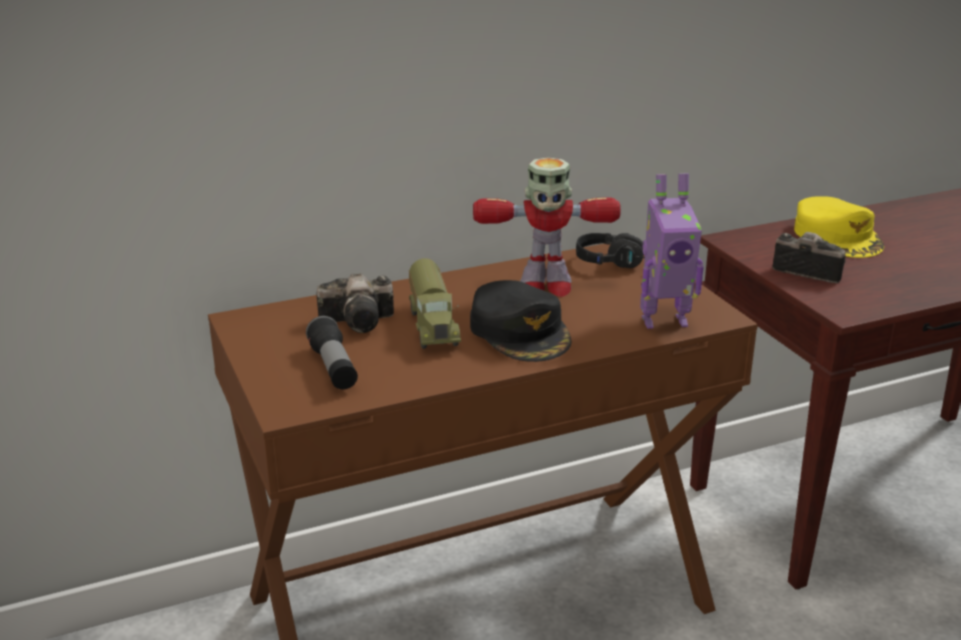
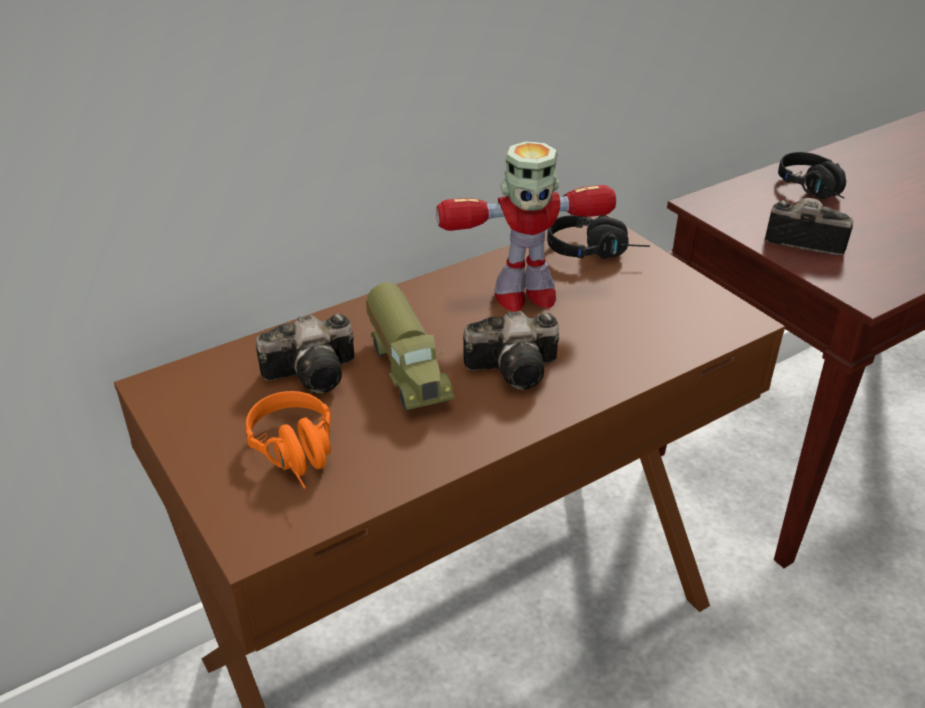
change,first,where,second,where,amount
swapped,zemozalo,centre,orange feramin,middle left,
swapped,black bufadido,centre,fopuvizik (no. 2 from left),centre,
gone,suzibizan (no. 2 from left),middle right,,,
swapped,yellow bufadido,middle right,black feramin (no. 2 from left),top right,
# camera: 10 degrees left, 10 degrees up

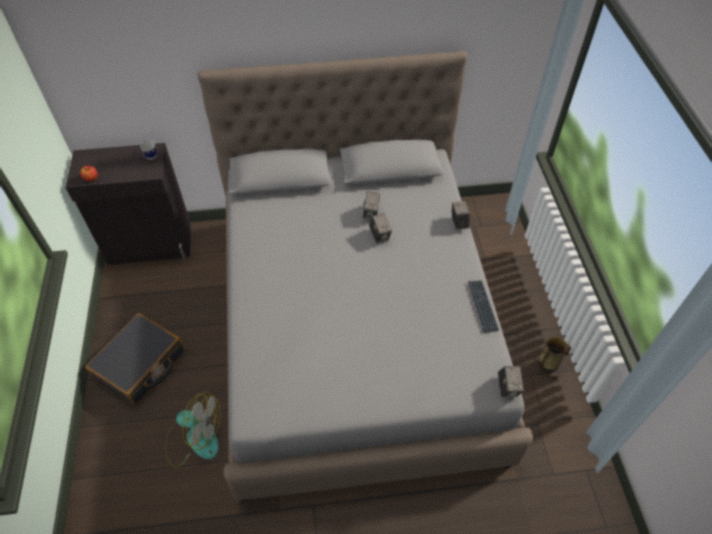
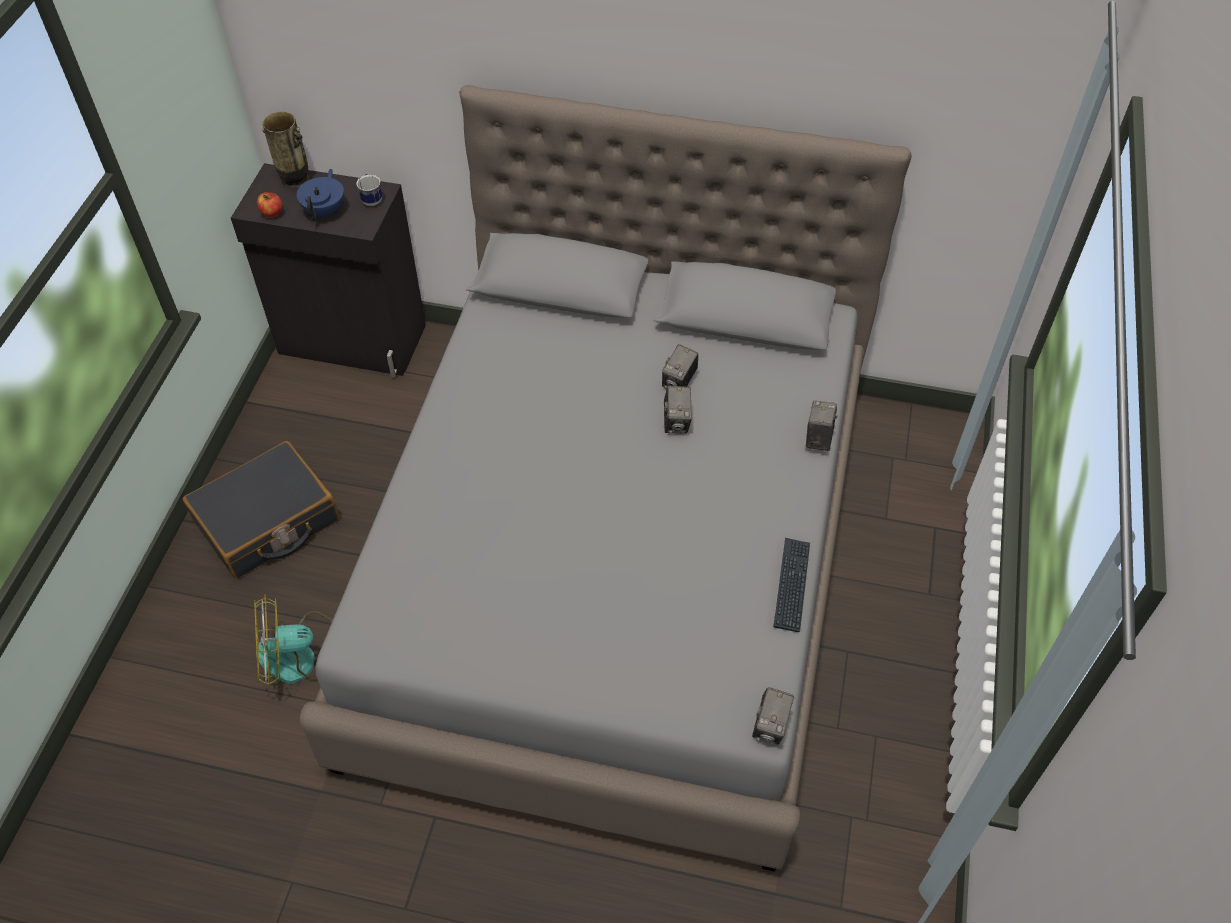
change,first,where,second,where,amount
rotated,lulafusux,bottom left,,bottom left,135 degrees clockwise
shifted,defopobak,middle right,,top left,
new,,,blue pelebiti,top left,
# camera: 20 degrees right, 0 degrees up

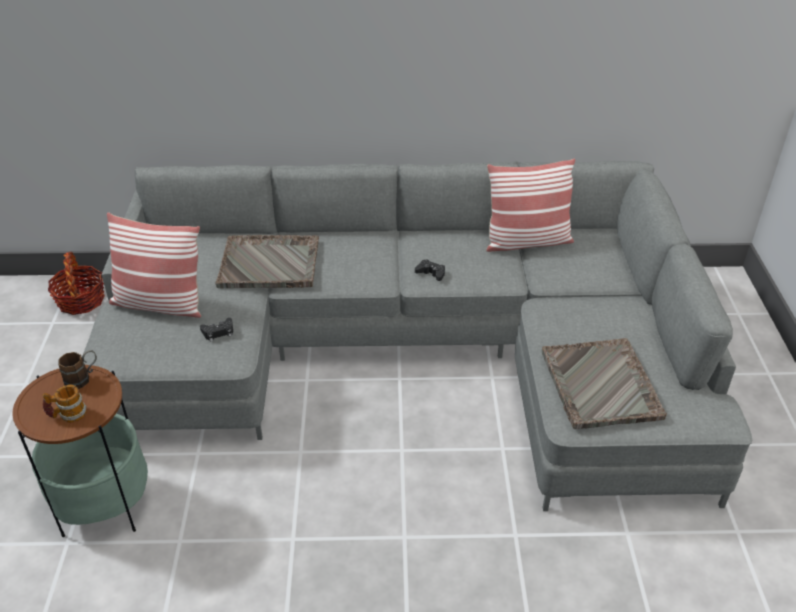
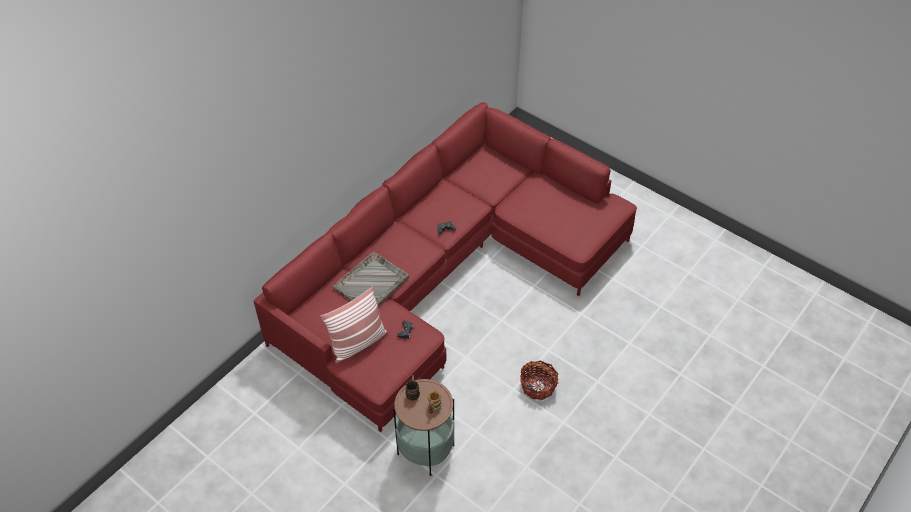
change,first,where,second,where,amount
shifted,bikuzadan,middle left,,bottom centre,
repainted,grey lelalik,centre,red lelalik,centre,
gone,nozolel (no. 2 from left),centre,,,
gone,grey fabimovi (no. 2 from left),middle right,,,
# camera: 50 degrees left, 10 degrees up

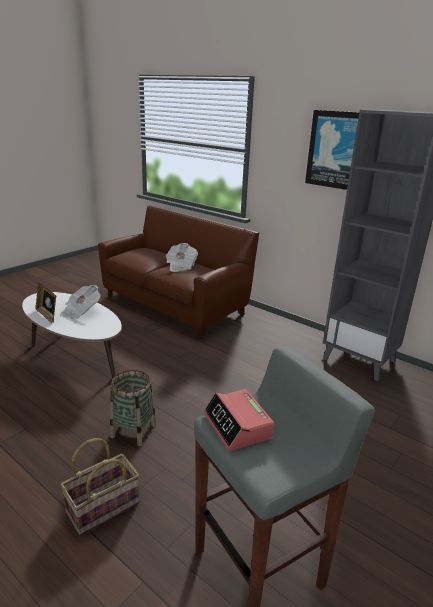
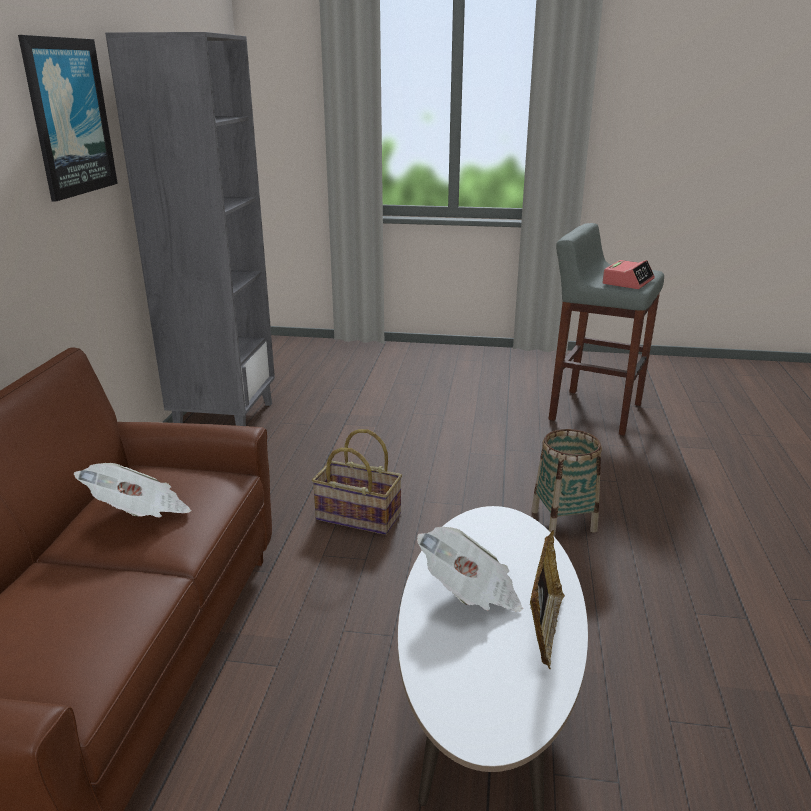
change,first,where,second,where,amount
shifted,bikuzadan (no. 1 from left),bottom left,,centre,
# camera: 120 degrees left, 0 degrees up

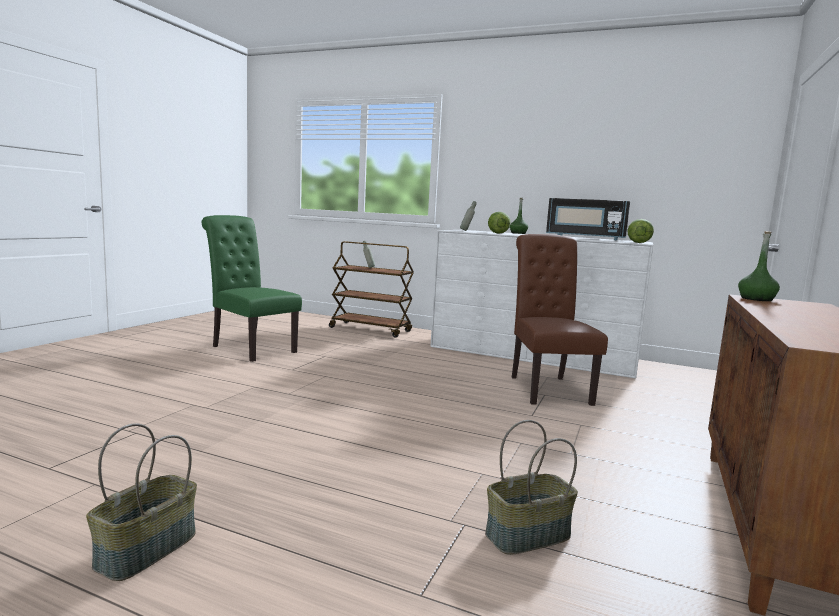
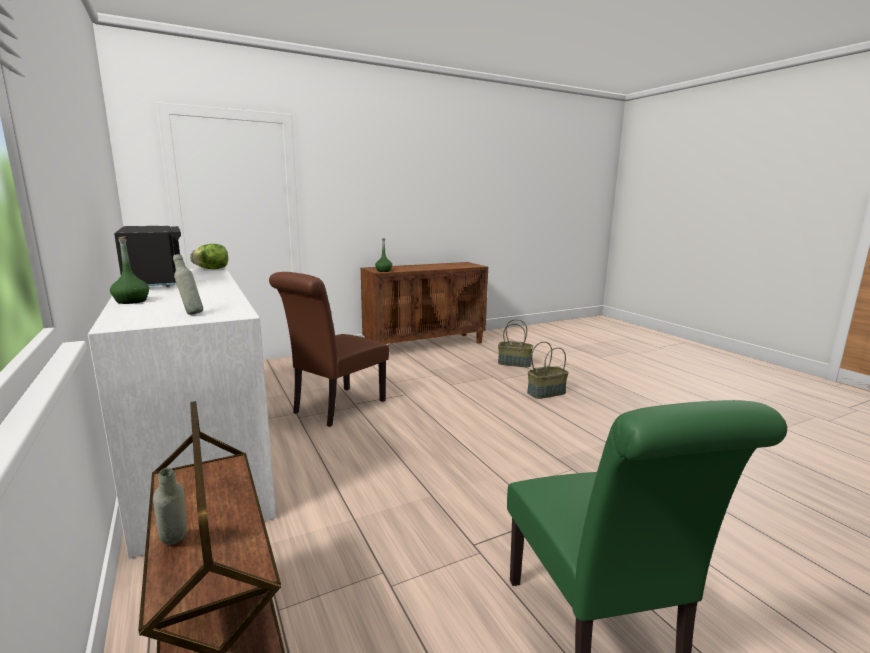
change,first,where,second,where,amount
shifted,bikuzadan (no. 1 from left in the first image),bottom left,bikuzadan (no. 2 from left),centre,
gone,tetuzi (no. 1 from left),centre,,,
# camera: 140 degrees left, 5 degrees up

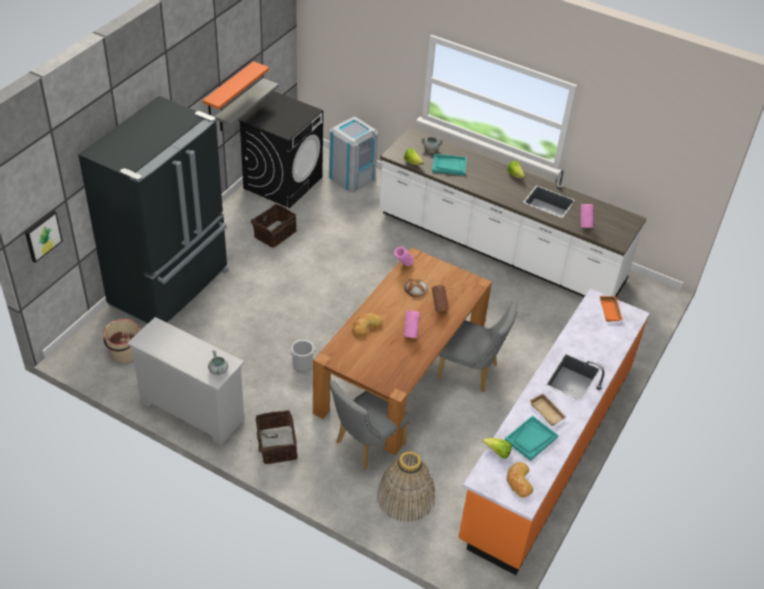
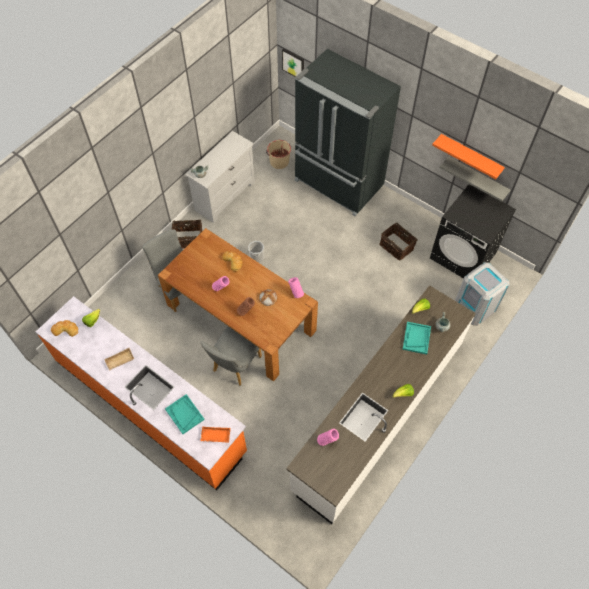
change,first,where,second,where,amount
gone,bikuzadan (no. 3 from left),bottom centre,,,
shifted,turquoise fabimovi (no. 2 from left in the first image),bottom right,turquoise fabimovi (no. 1 from left),bottom left,
# camera: 100 degrees right, 15 degrees up

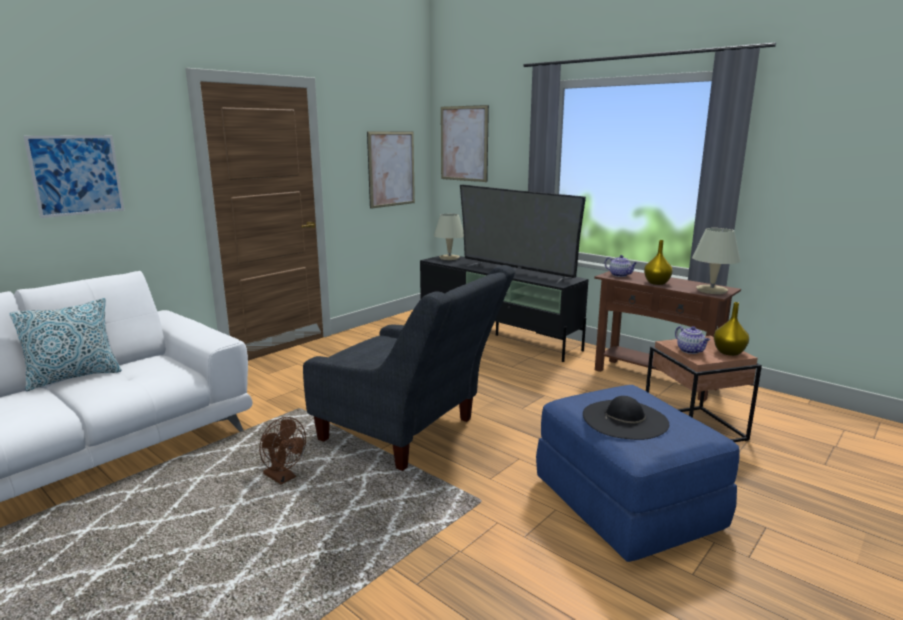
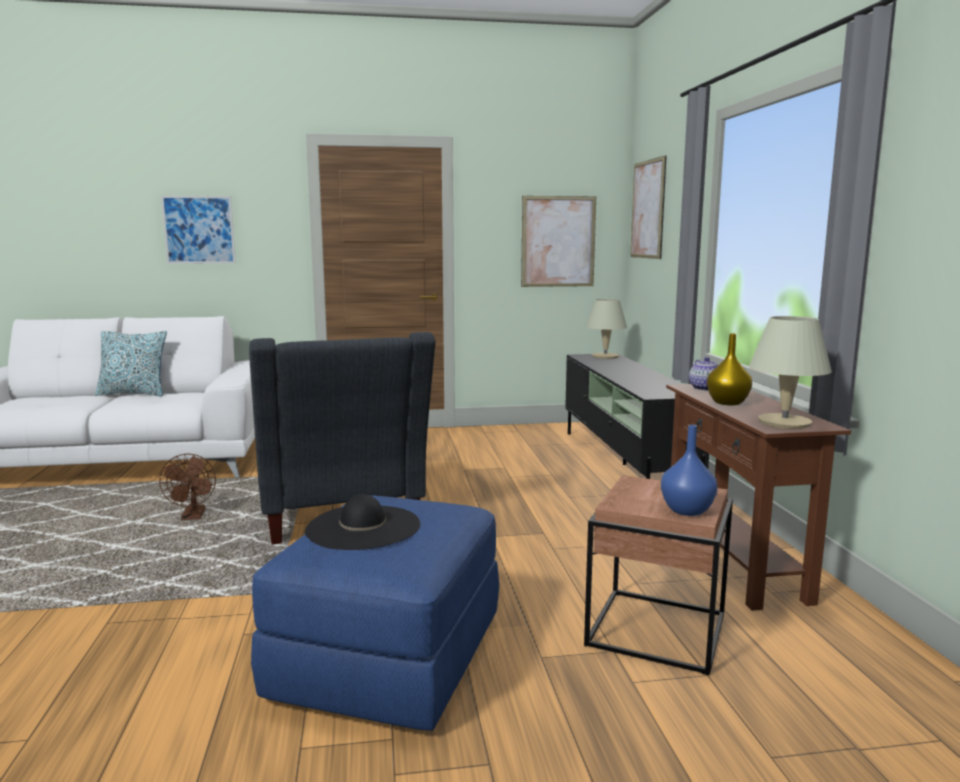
change,first,where,second,where,amount
gone,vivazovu,centre,,,
gone,pelebiti (no. 2 from left),middle right,,,
repainted,yellow defopobak (no. 2 from left),middle right,blue defopobak,middle right,
# camera: 40 degrees right, 5 degrees down

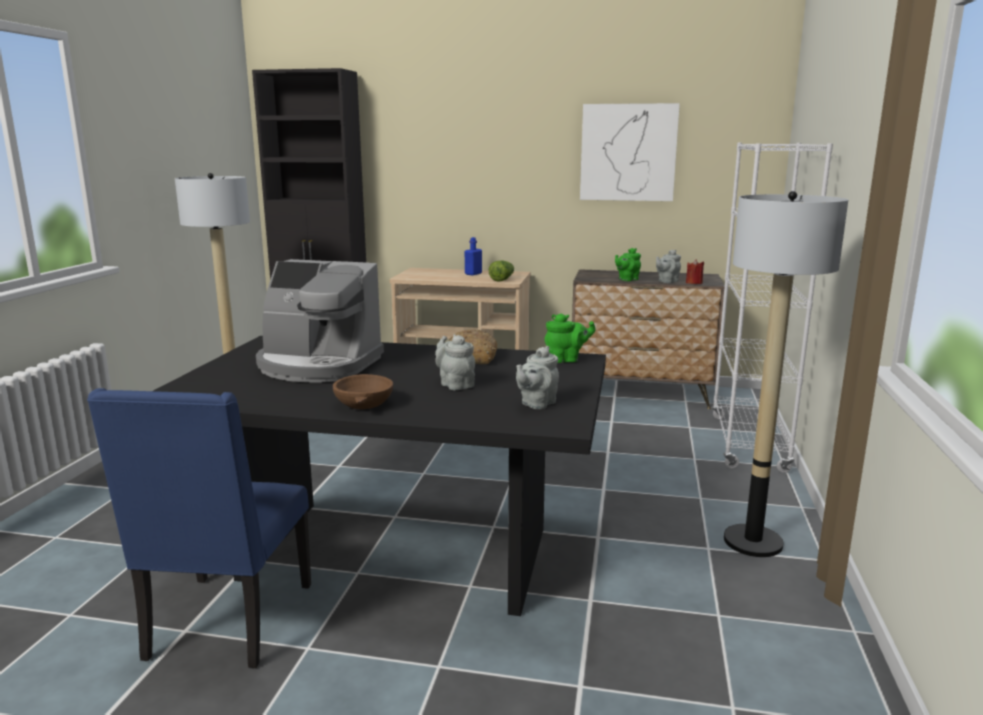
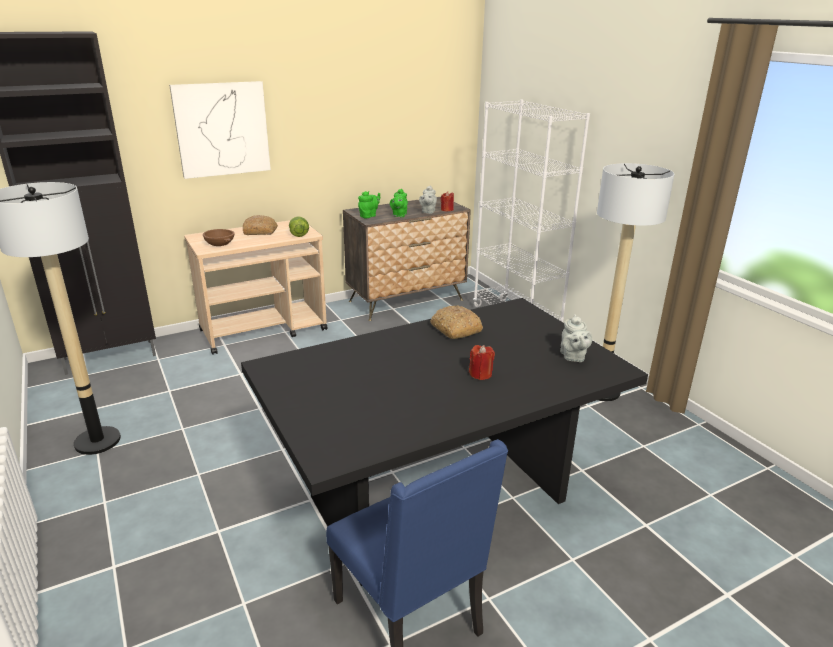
change,first,where,second,where,amount
gone,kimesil,middle left,,,
shifted,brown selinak,centre,,middle left,
gone,grey pelebiti (no. 1 from left),centre,,,
swapped,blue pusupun,centre,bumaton (no. 1 from left),middle left,
shifted,green pelebiti (no. 1 from left),centre,,top centre,
shifted,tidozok,top centre,,top left,
new,,,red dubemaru (no. 2 from left),centre,
# camera: 40 degrees left, 10 degrees up

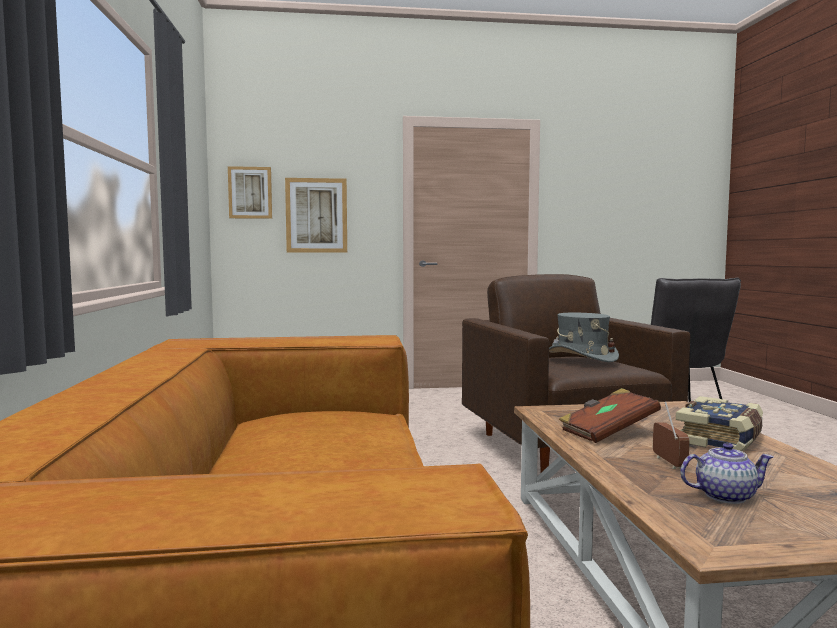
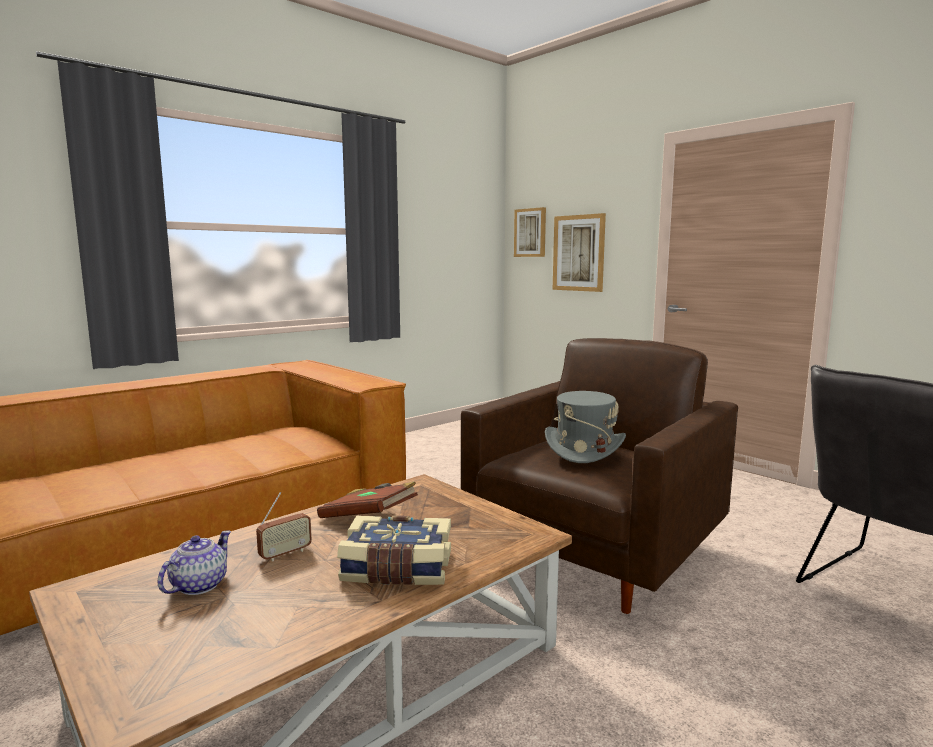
change,first,where,second,where,amount
rotated,pelebiti,bottom right,,bottom left,120 degrees counterclockwise
# camera: 55 degrees right, 5 degrees up

